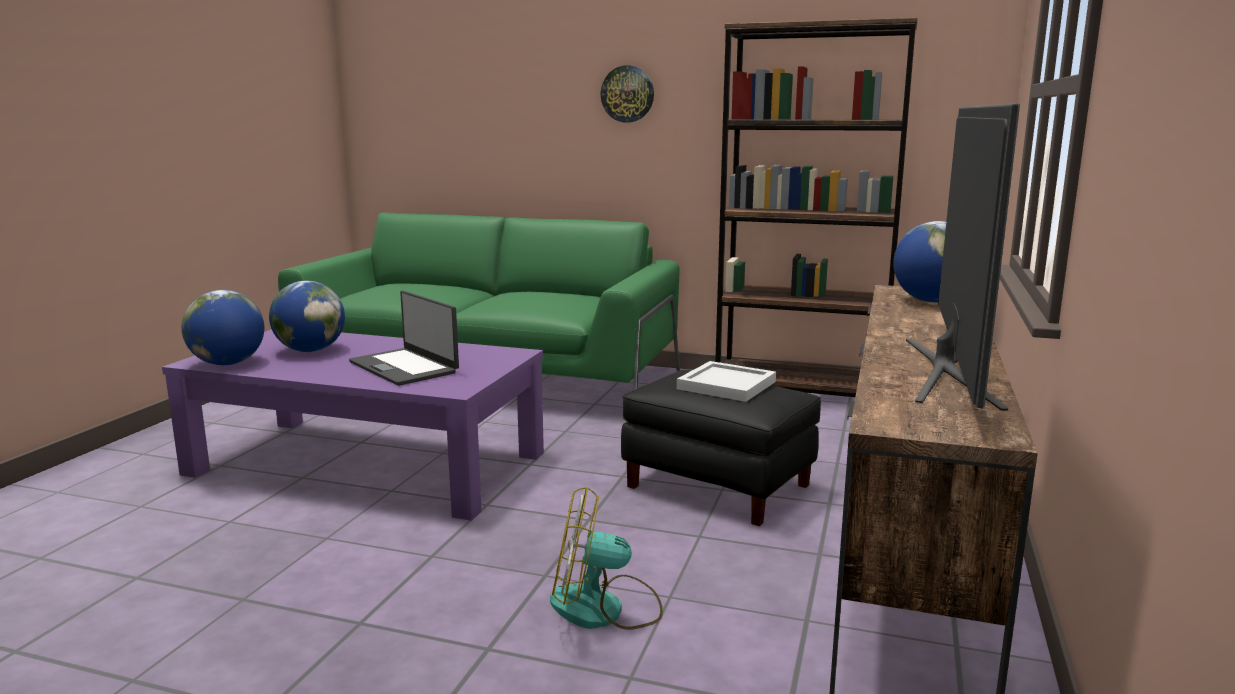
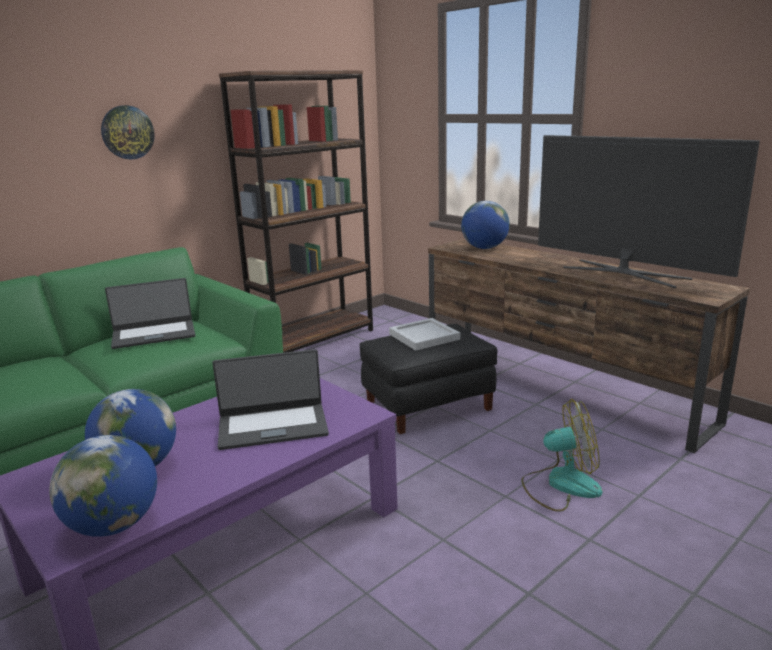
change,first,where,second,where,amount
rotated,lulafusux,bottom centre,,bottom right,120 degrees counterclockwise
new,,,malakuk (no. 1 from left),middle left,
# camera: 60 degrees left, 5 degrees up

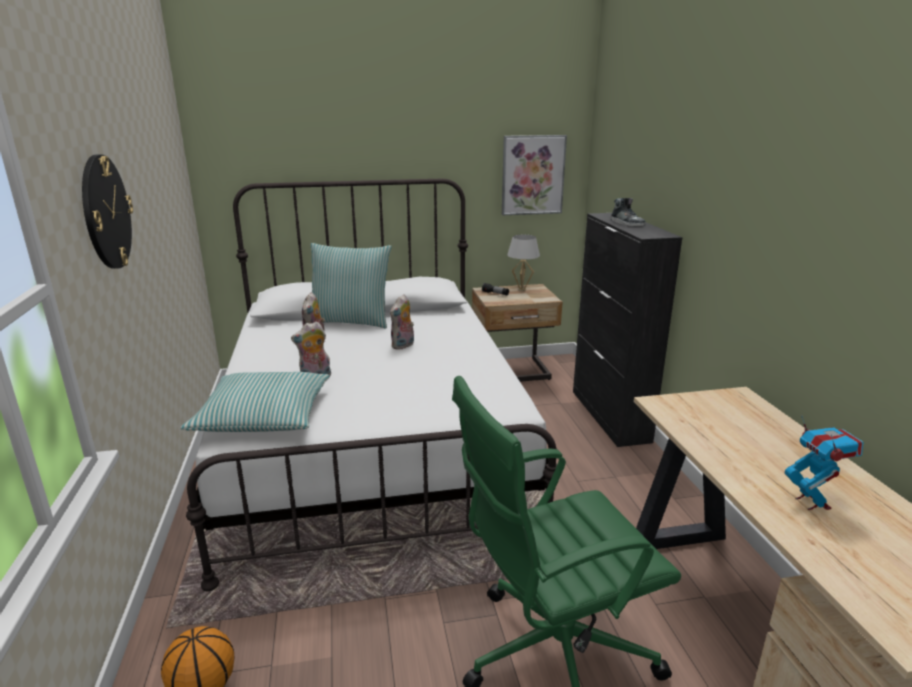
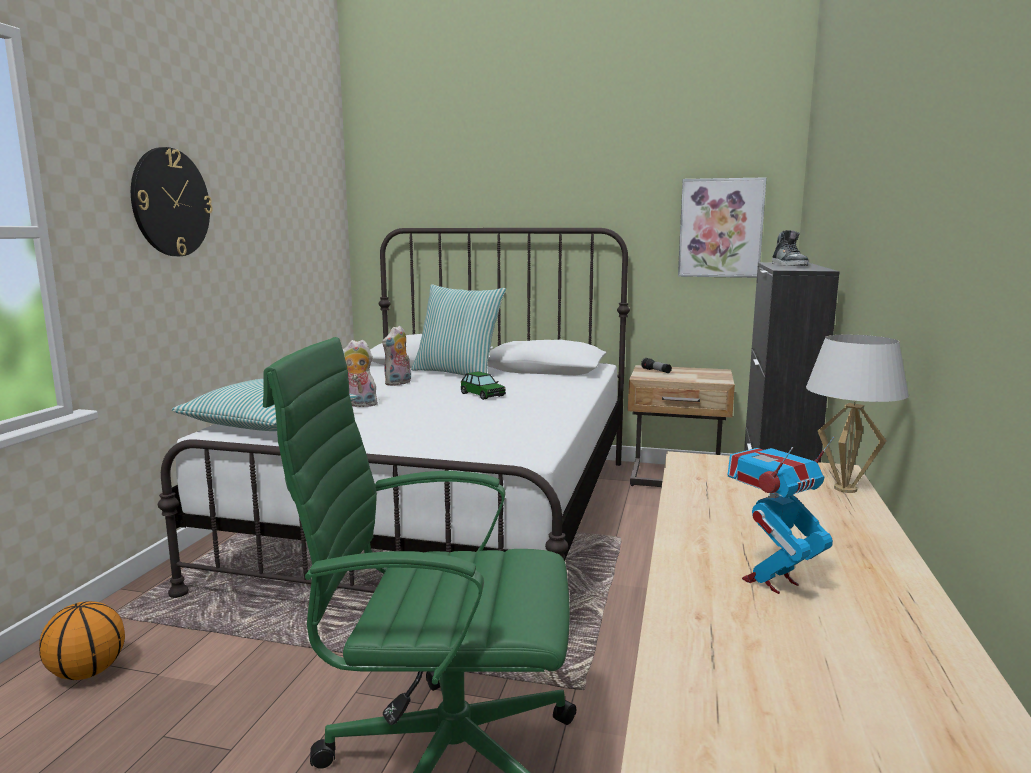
change,first,where,second,where,amount
swapped,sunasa (no. 3 from left),centre,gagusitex,centre,
shifted,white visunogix,centre,,middle right,
rotated,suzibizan,bottom right,,middle right,135 degrees counterclockwise
# camera: 25 degrees right, 10 degrees down

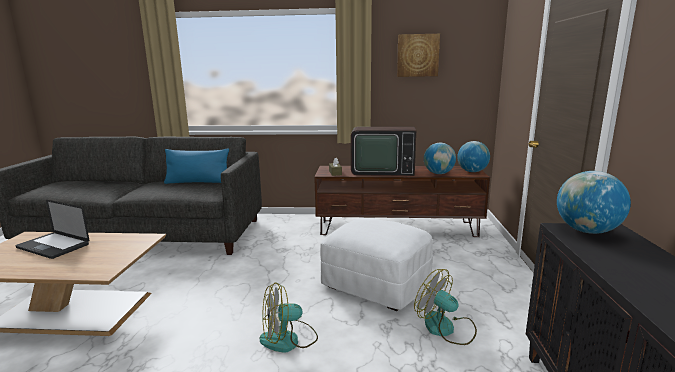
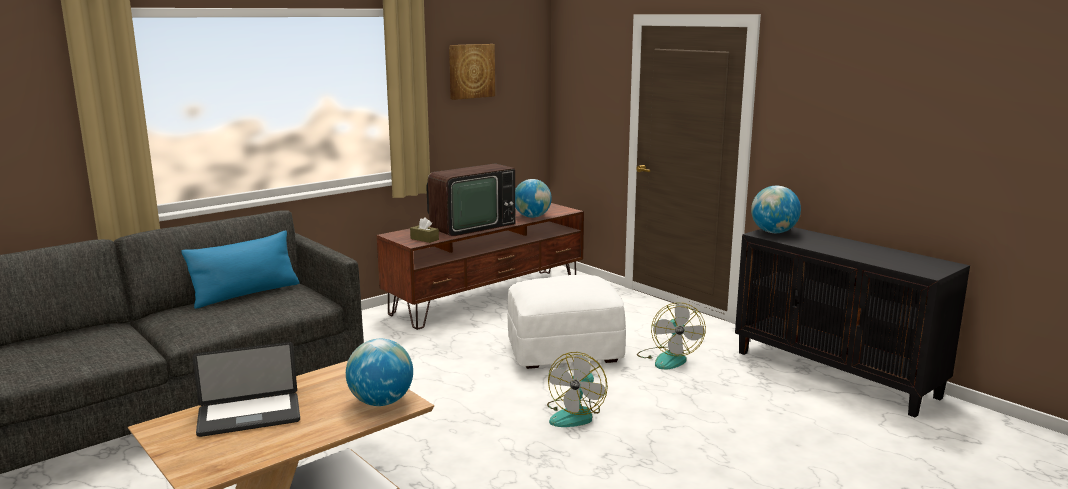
change,first,where,second,where,amount
rotated,lulafusux (no. 2 from left),bottom centre,,bottom centre,90 degrees counterclockwise
shifted,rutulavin (no. 2 from left in the first image),middle right,rutulavin (no. 1 from left),bottom centre,
# camera: 45 degrees left, 0 degrees up

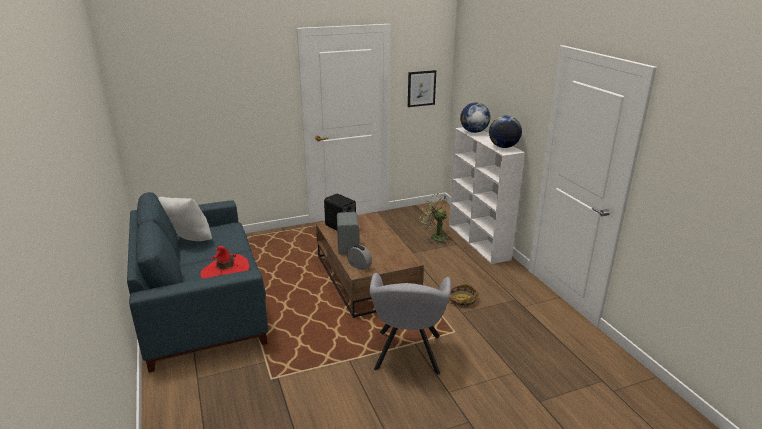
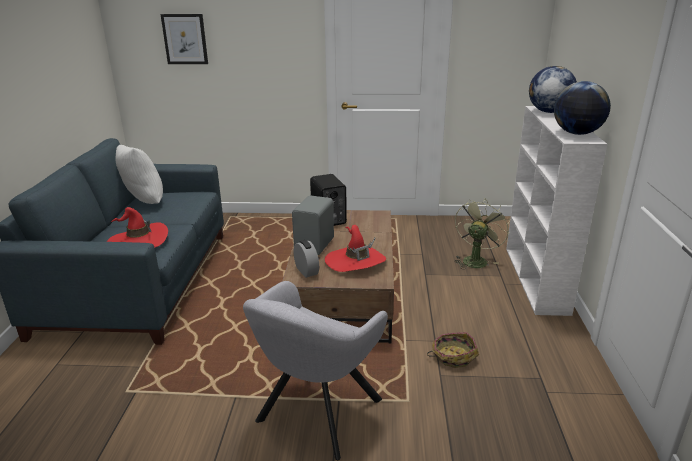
change,first,where,second,where,amount
shifted,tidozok,top centre,,top left,
rotated,green lulafusux,centre,,middle right,60 degrees clockwise
new,,,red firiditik (no. 2 from left),centre,
# camera: 25 degrees right, 0 degrees up

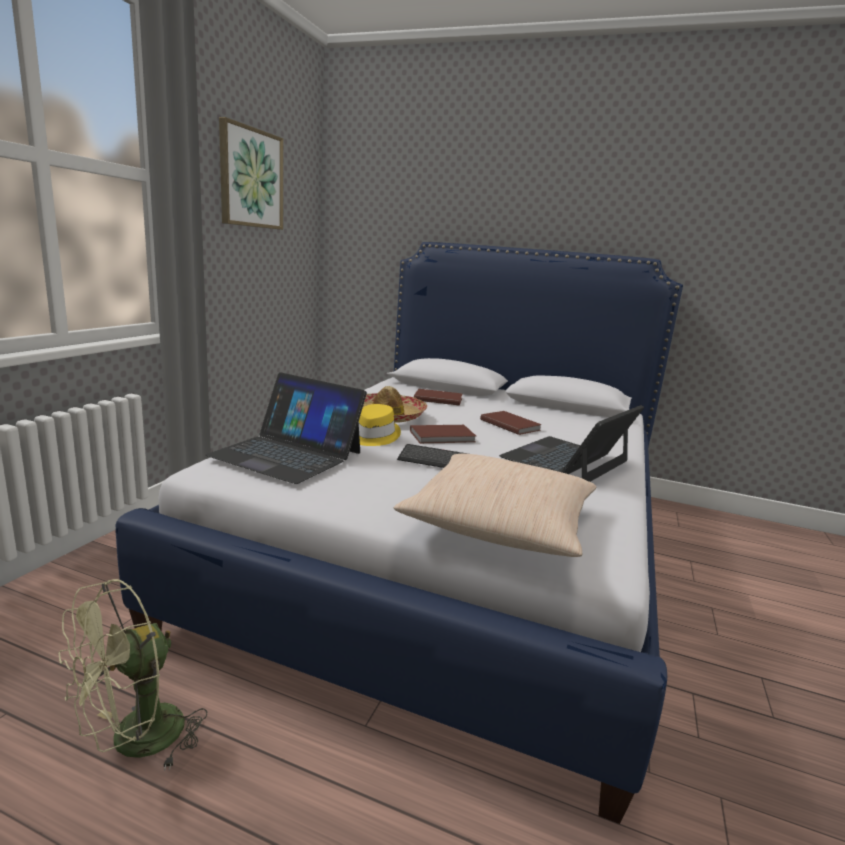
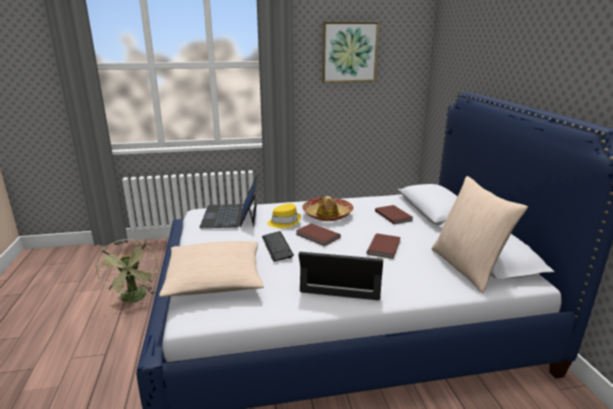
change,first,where,second,where,amount
rotated,green lulafusux,bottom left,,middle left,120 degrees counterclockwise
new,,,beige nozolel (no. 2 from left),middle right,
# camera: 60 degrees right, 5 degrees up

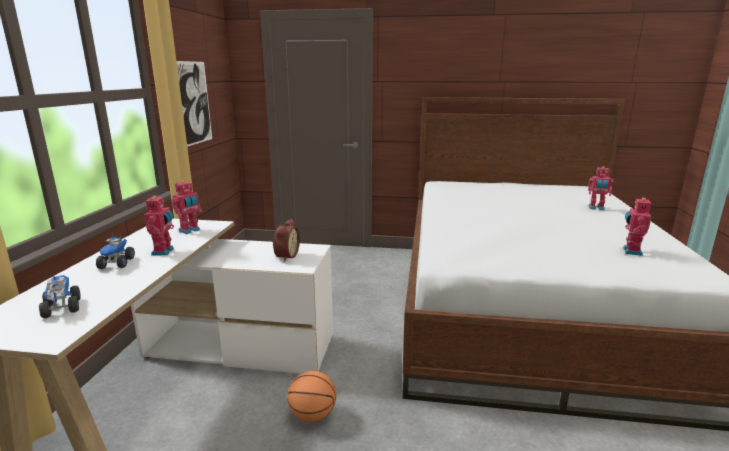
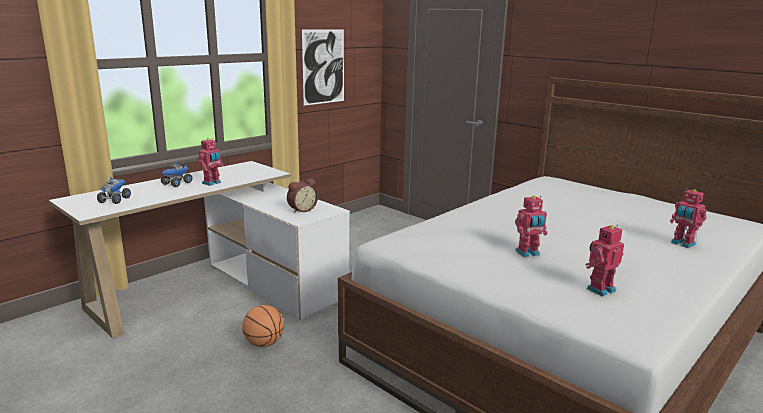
change,first,where,second,where,amount
shifted,suzibizan (no. 2 from left),middle left,,middle right,
# camera: 35 degrees right, 0 degrees up

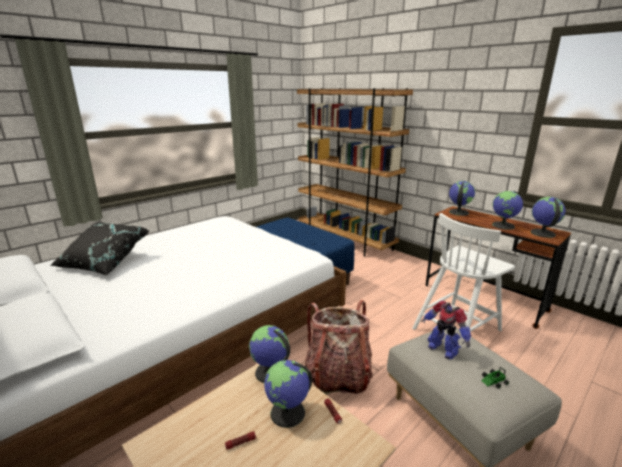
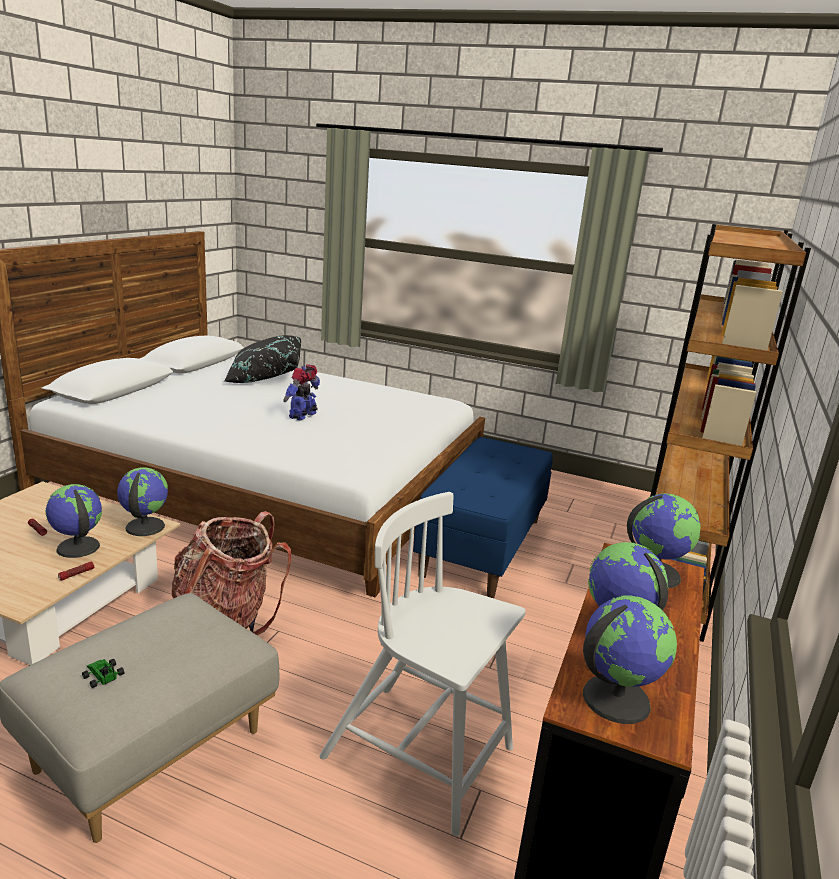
change,first,where,second,where,amount
shifted,suzibizan,bottom right,,centre,
# camera: 65 degrees right, 0 degrees up

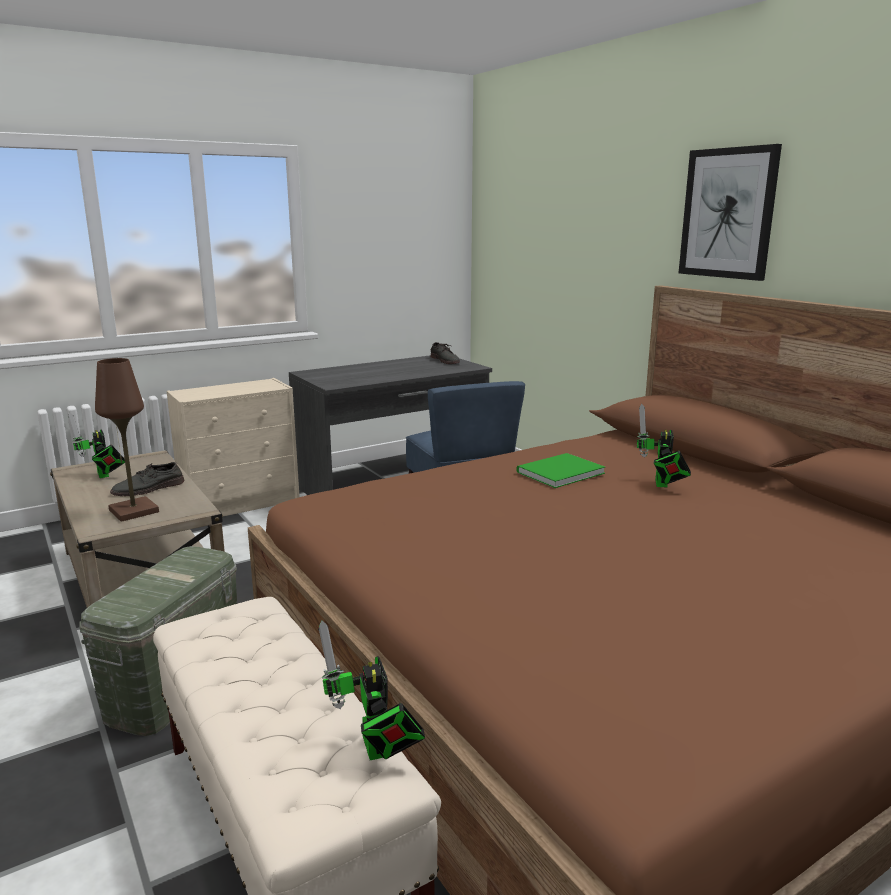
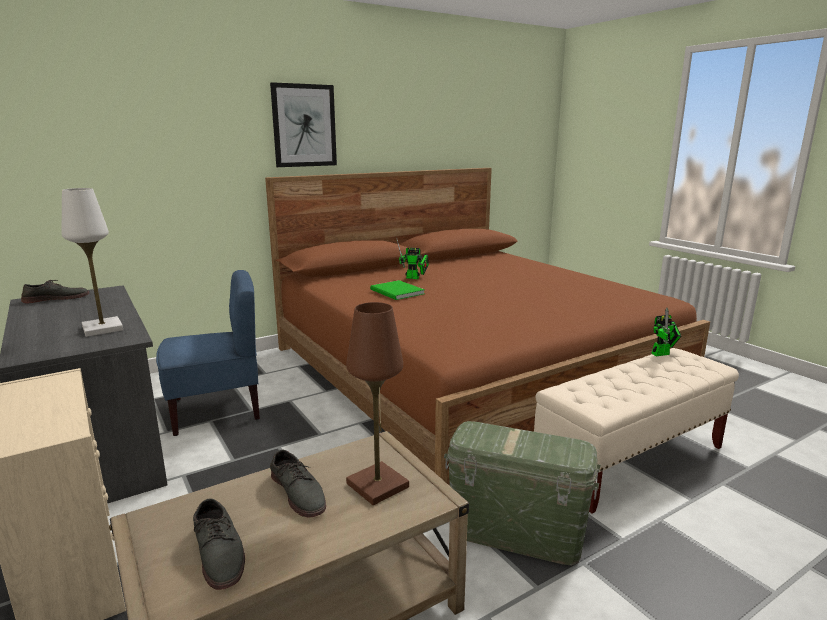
change,first,where,second,where,amount
swapped,suzibizan (no. 1 from left),middle left,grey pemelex (no. 2 from left),bottom left,
new,,,white visunogix,middle left,
# camera: 90 degrees left, 0 degrees up

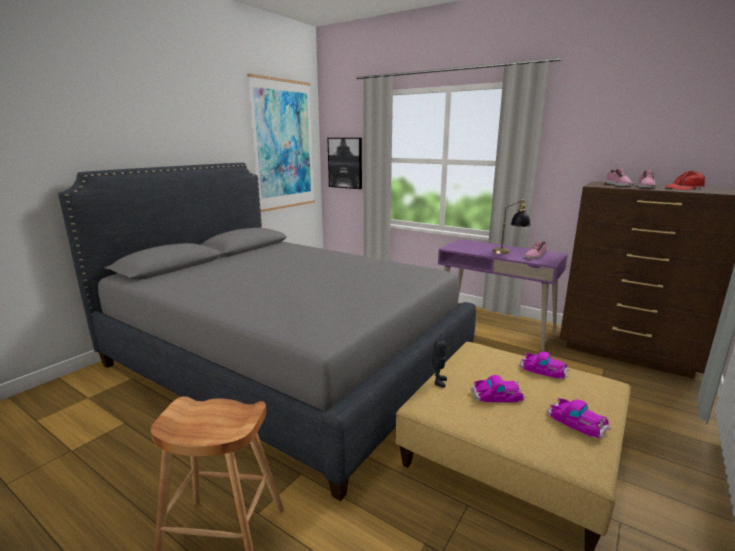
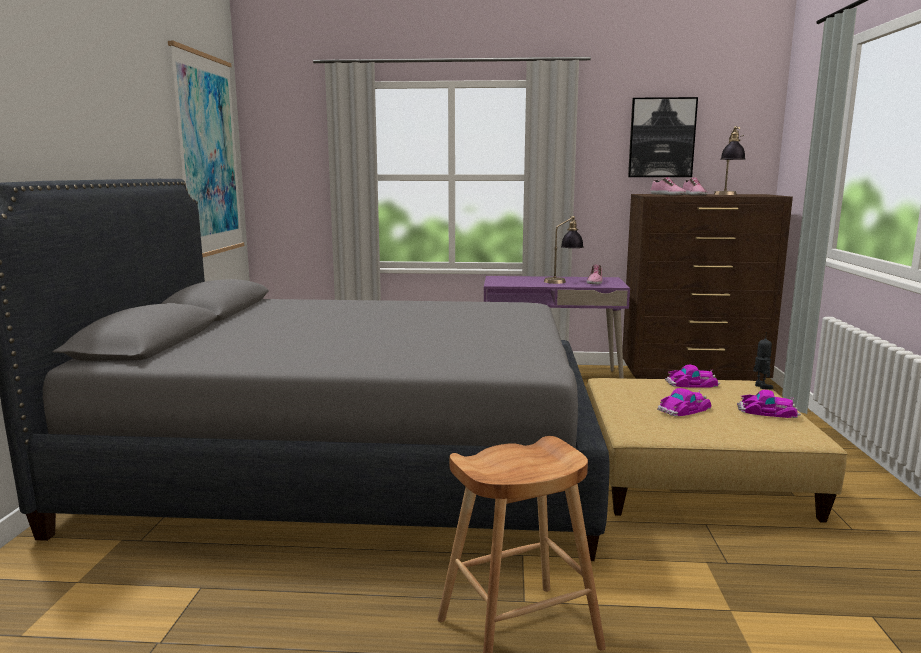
change,first,where,second,where,amount
shifted,tidozok (no. 2 from left),top centre,,top right,
shifted,suzibizan,centre,,middle right,
swapped,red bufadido,top right,visunogix (no. 2 from left),top right,
# camera: 30 degrees left, 5 degrees down

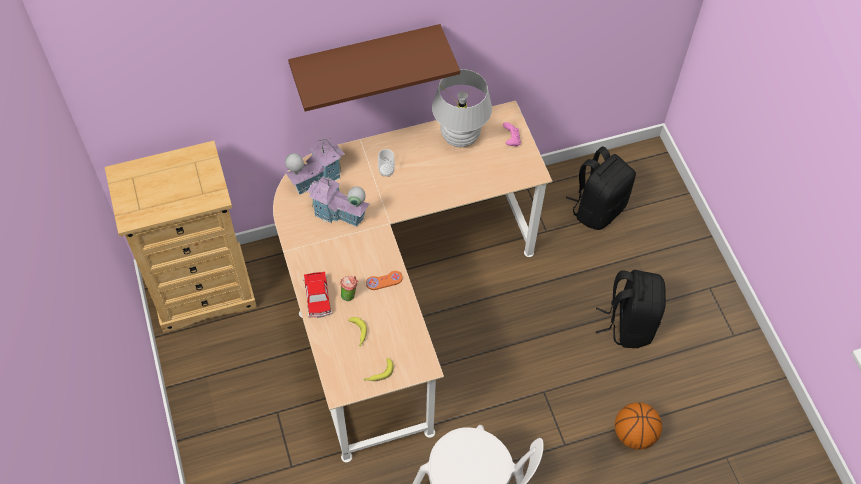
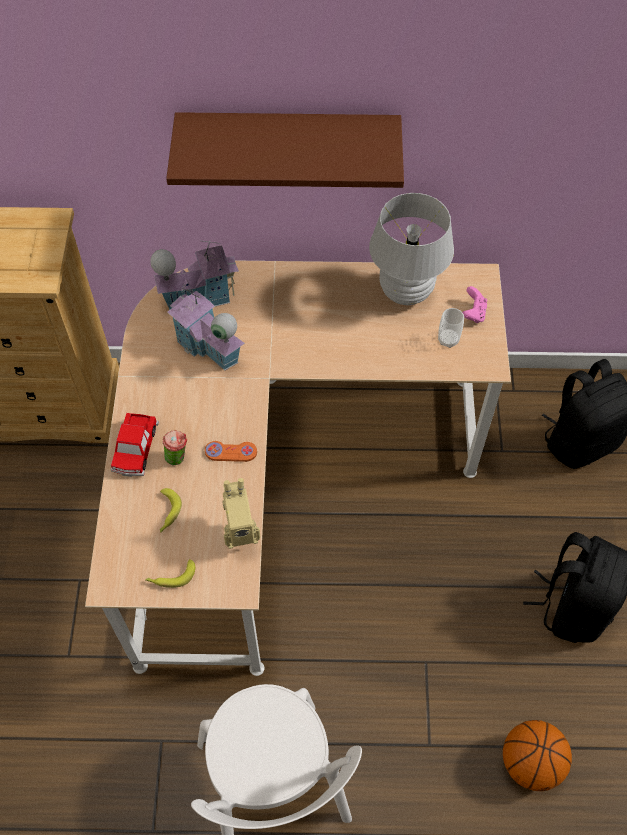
change,first,where,second,where,amount
shifted,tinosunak (no. 2 from left),centre,,middle right,
new,,,suzibizan,centre,
# camera: 20 degrees right, 0 degrees up

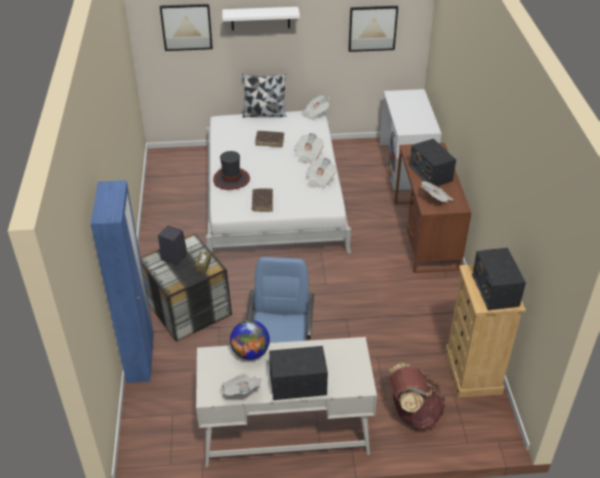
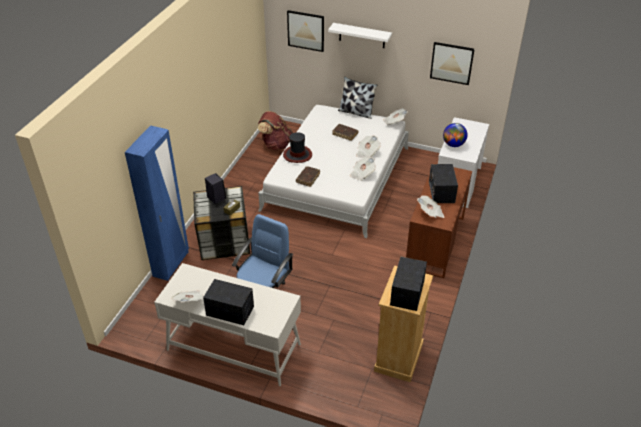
change,first,where,second,where,amount
shifted,rutulavin,bottom centre,,top right,
shifted,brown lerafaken,bottom right,,top centre,
# camera: 25 degrees right, 0 degrees up

